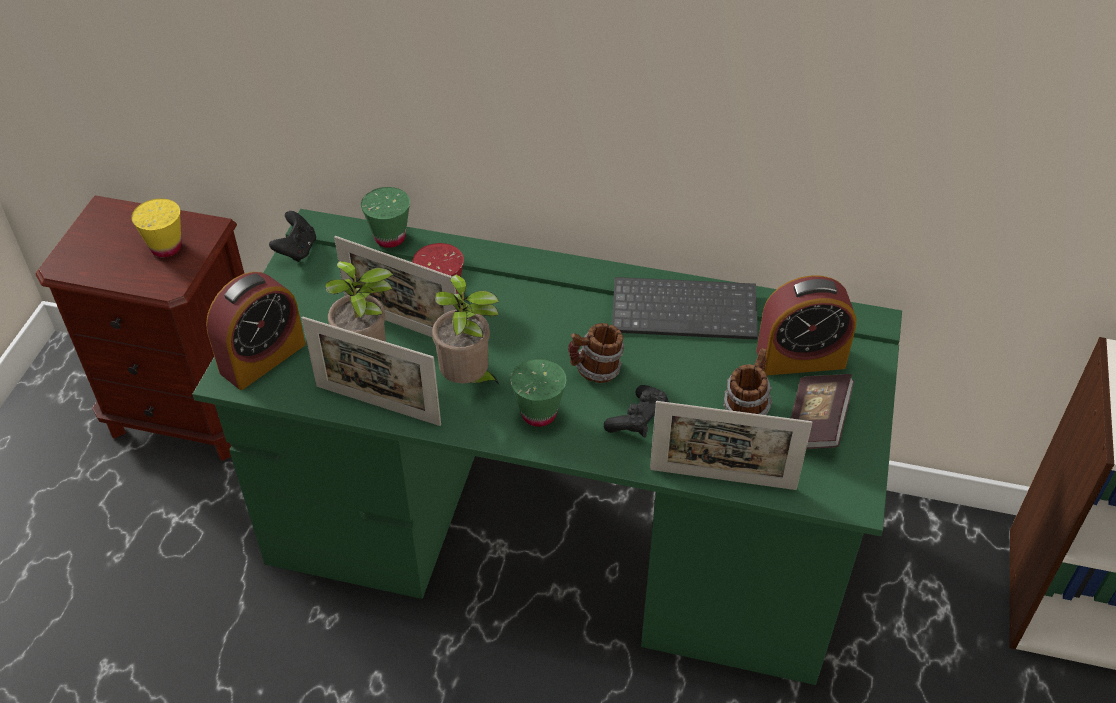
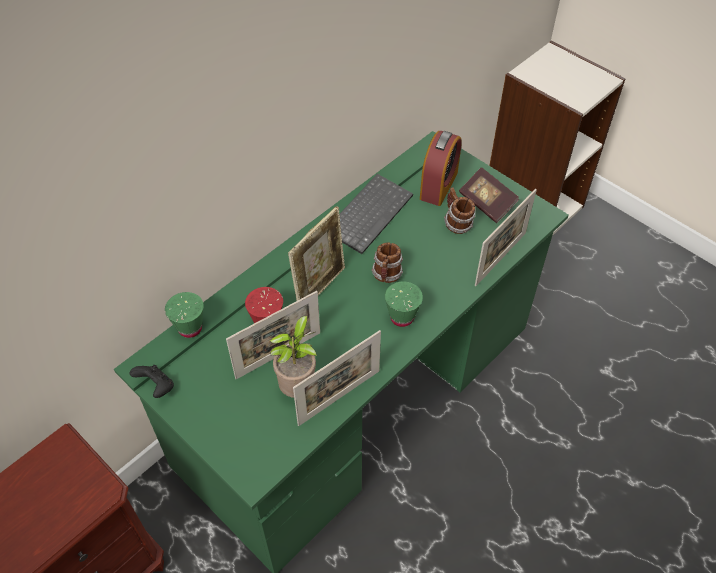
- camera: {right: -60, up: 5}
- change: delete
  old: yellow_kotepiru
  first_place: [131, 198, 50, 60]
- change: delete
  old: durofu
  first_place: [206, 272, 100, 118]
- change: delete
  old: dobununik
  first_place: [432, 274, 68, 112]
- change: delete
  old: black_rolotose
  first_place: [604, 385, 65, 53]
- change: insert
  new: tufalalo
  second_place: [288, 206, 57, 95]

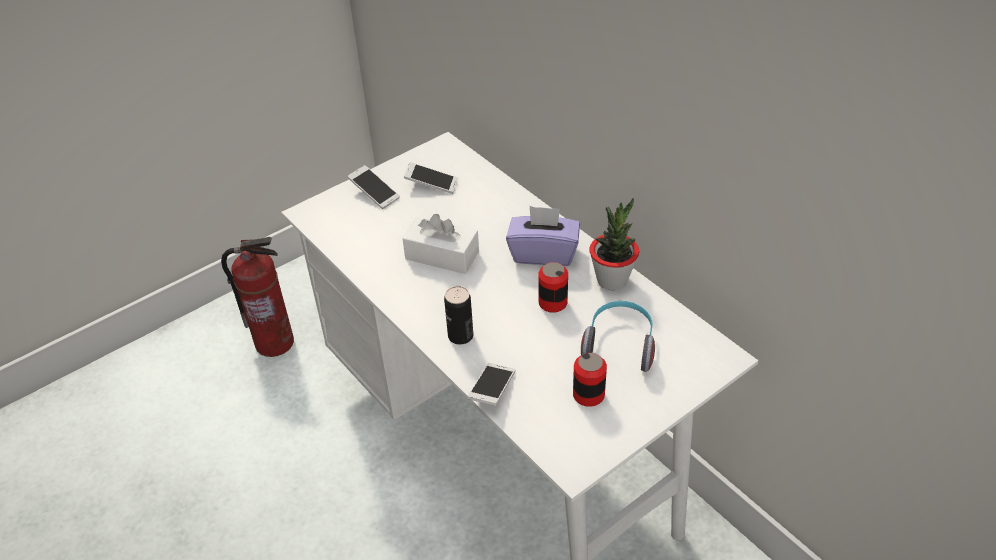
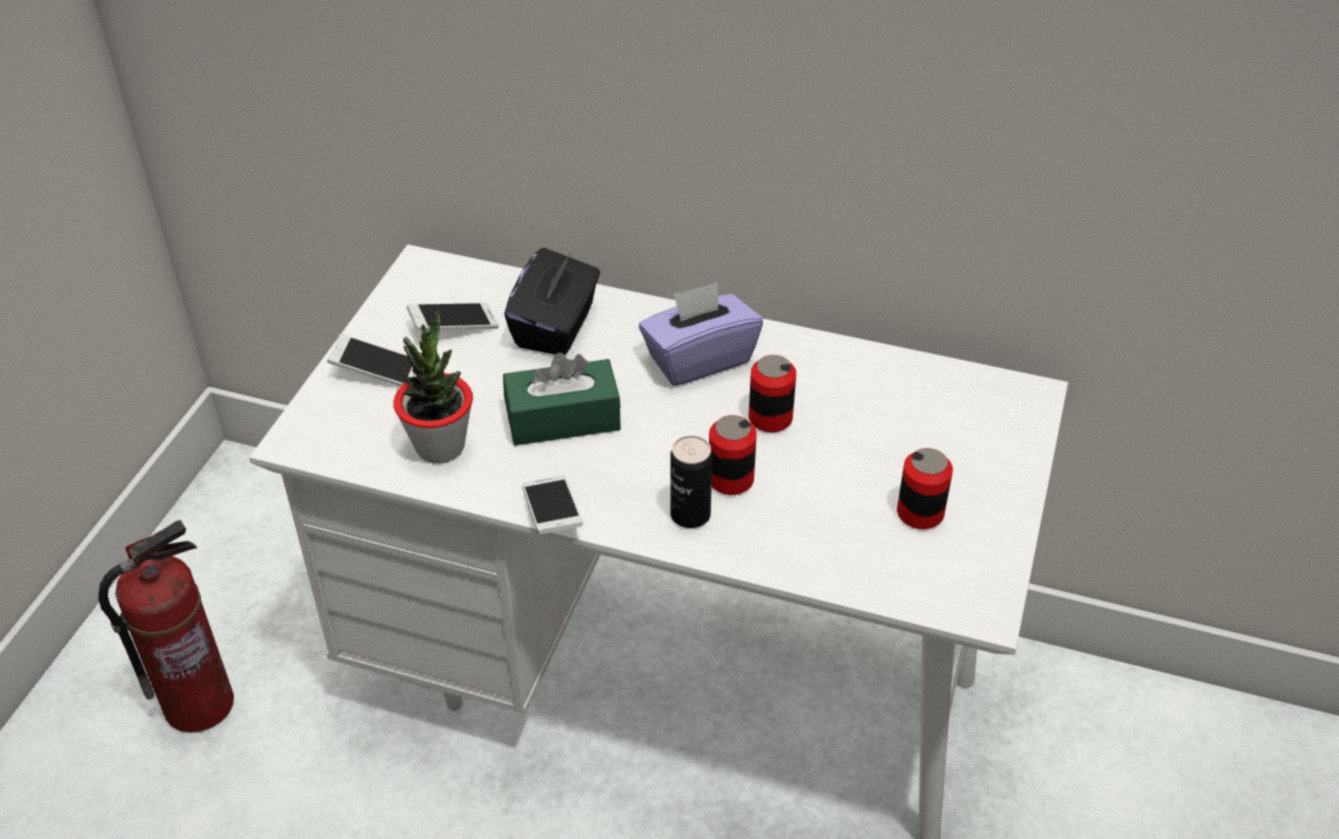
- camera: {right: -35, up: 0}
- change: move
  old: dobununik
  first_place: [589, 198, 50, 92]
  second_place: [393, 311, 80, 153]
- change: recolor
  old: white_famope
  new: green_famope
  first_place: [403, 214, 76, 60]
  second_place: [503, 353, 118, 93]
- change: delete
  old: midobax
  first_place: [581, 301, 74, 71]
- change: move
  old: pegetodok
  first_place: [468, 363, 47, 43]
  second_place: [522, 475, 61, 59]
- change: insert
  new: black_famope
  second_place: [504, 248, 96, 107]
- change: insert
  new: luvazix
  second_place: [709, 415, 48, 80]

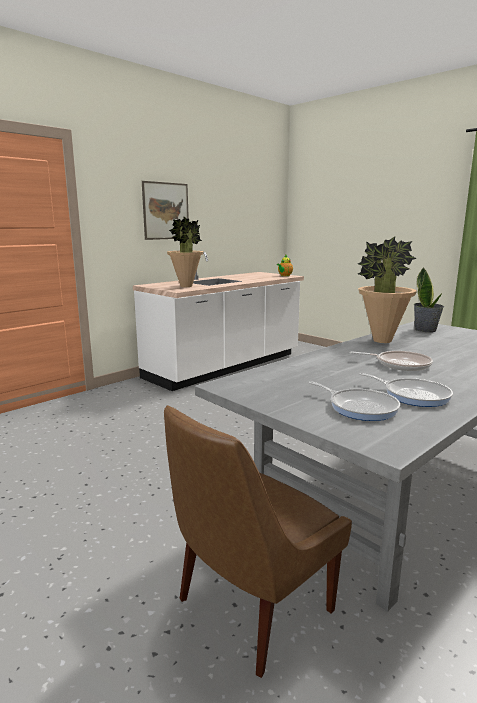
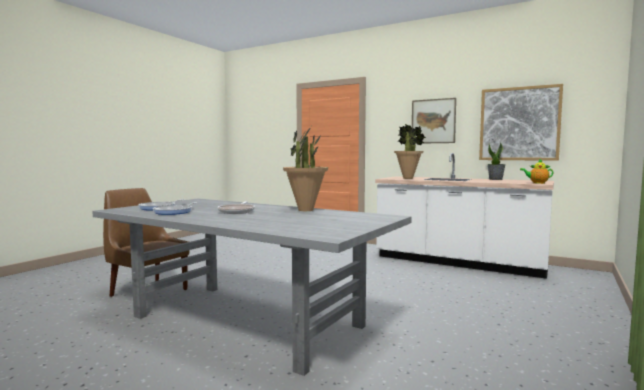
- camera: {right: 75, up: -10}
- change: move
  old: dobununik
  first_place: [414, 267, 30, 65]
  second_place: [487, 143, 19, 37]
- change: insert
  new: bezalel
  second_place: [479, 84, 84, 77]

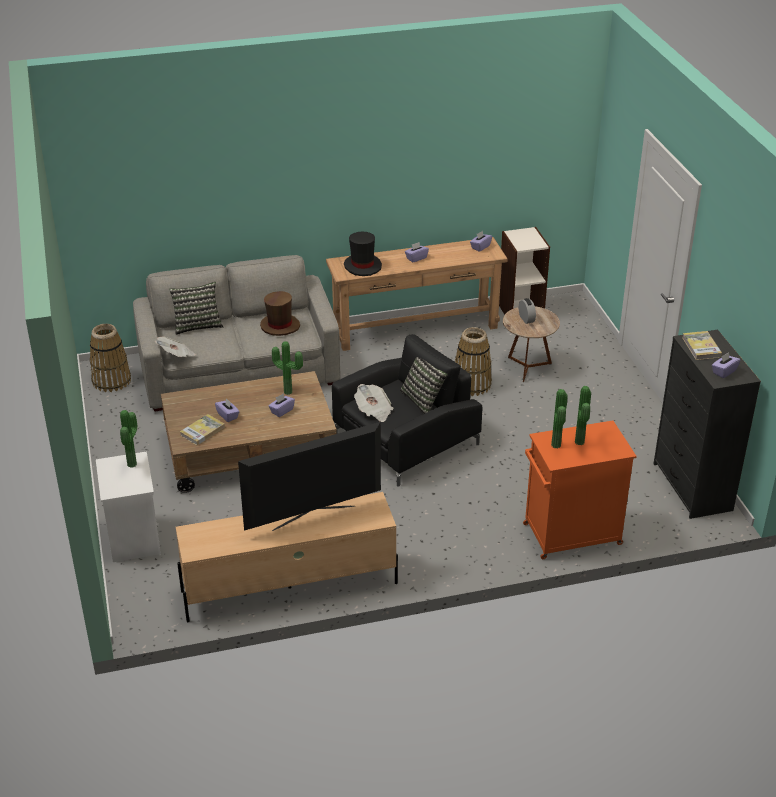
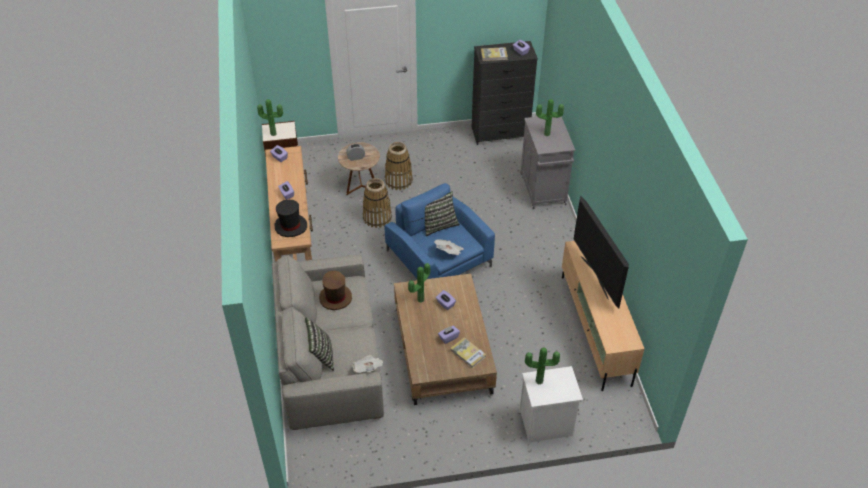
- camera: {right: -85, up: 10}
- change: move
  old: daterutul
  first_place: [90, 324, 41, 68]
  second_place: [385, 142, 28, 48]
- change: recolor
  old: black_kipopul
  new: blue_kipopul
  first_place: [332, 334, 151, 153]
  second_place: [384, 183, 111, 96]
- change: move
  old: dobununik
  first_place: [551, 389, 16, 60]
  second_place: [257, 99, 26, 37]
- change: recolor
  old: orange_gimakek
  new: grey_gimakek
  first_place: [523, 420, 114, 139]
  second_place: [520, 116, 55, 93]

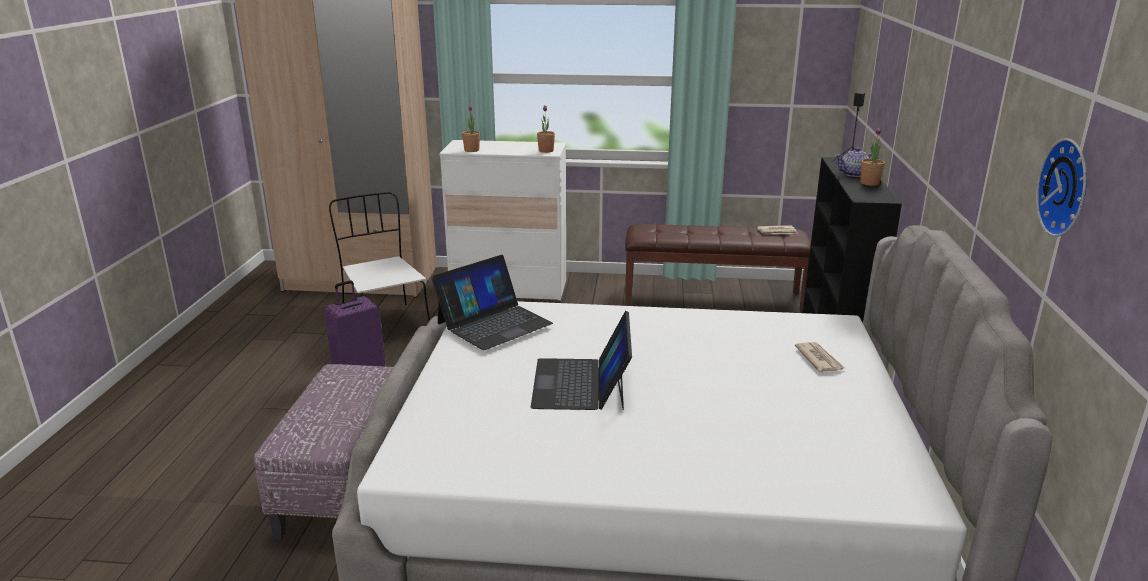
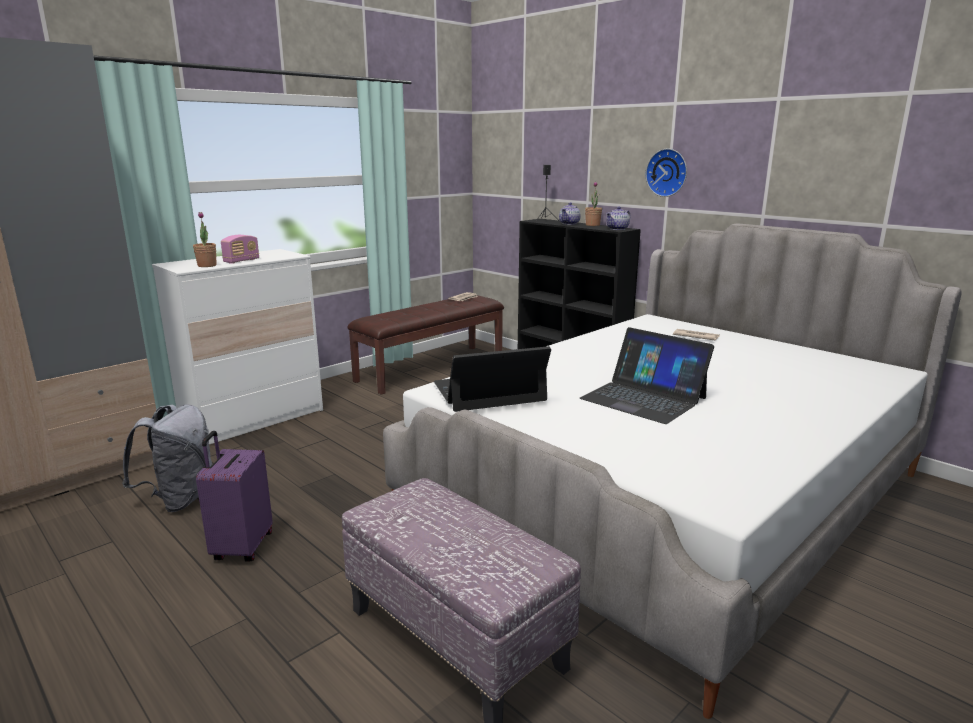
- camera: {right: -50, up: -5}
- change: delete
  old: dobununik
  first_place: [537, 105, 18, 48]
- change: move
  old: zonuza
  first_place: [1036, 139, 51, 98]
  second_place: [645, 149, 42, 48]
- change: replace
  old: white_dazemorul
  new: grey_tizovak
  first_place: [329, 192, 101, 129]
  second_place: [122, 404, 90, 108]
- change: rotate
  old: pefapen
  first_place: [431, 255, 122, 95]
  second_place: [434, 346, 117, 66]
  degrees: -105
- change: insert
  new: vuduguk
  second_place: [606, 207, 25, 23]
- change: insert
  new: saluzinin
  second_place: [221, 235, 38, 29]

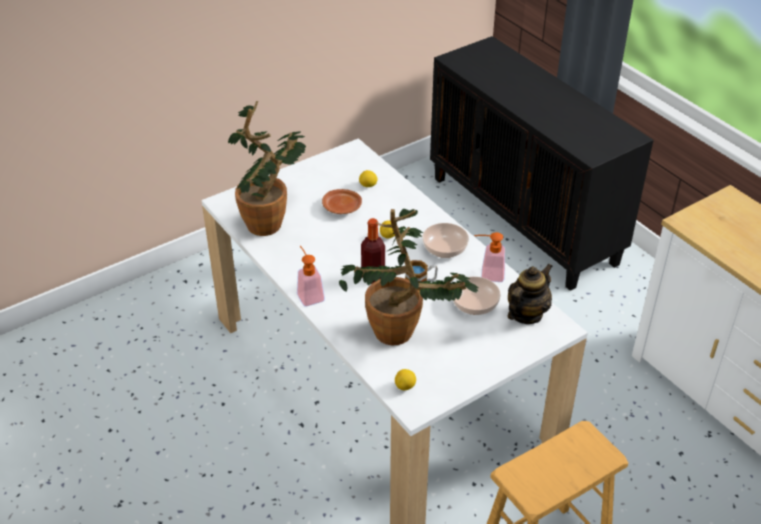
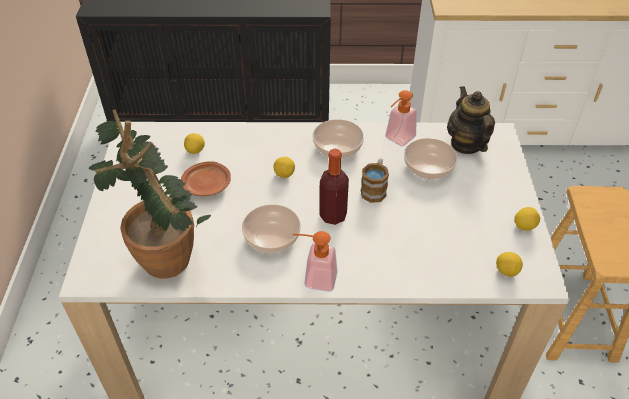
- camera: {right: -55, up: 5}
- change: delete
  old: dobununik
  first_place: [339, 209, 139, 136]
- change: insert
  new: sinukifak
  second_place: [242, 204, 59, 49]
- change: insert
  new: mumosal
  second_place: [514, 207, 26, 24]

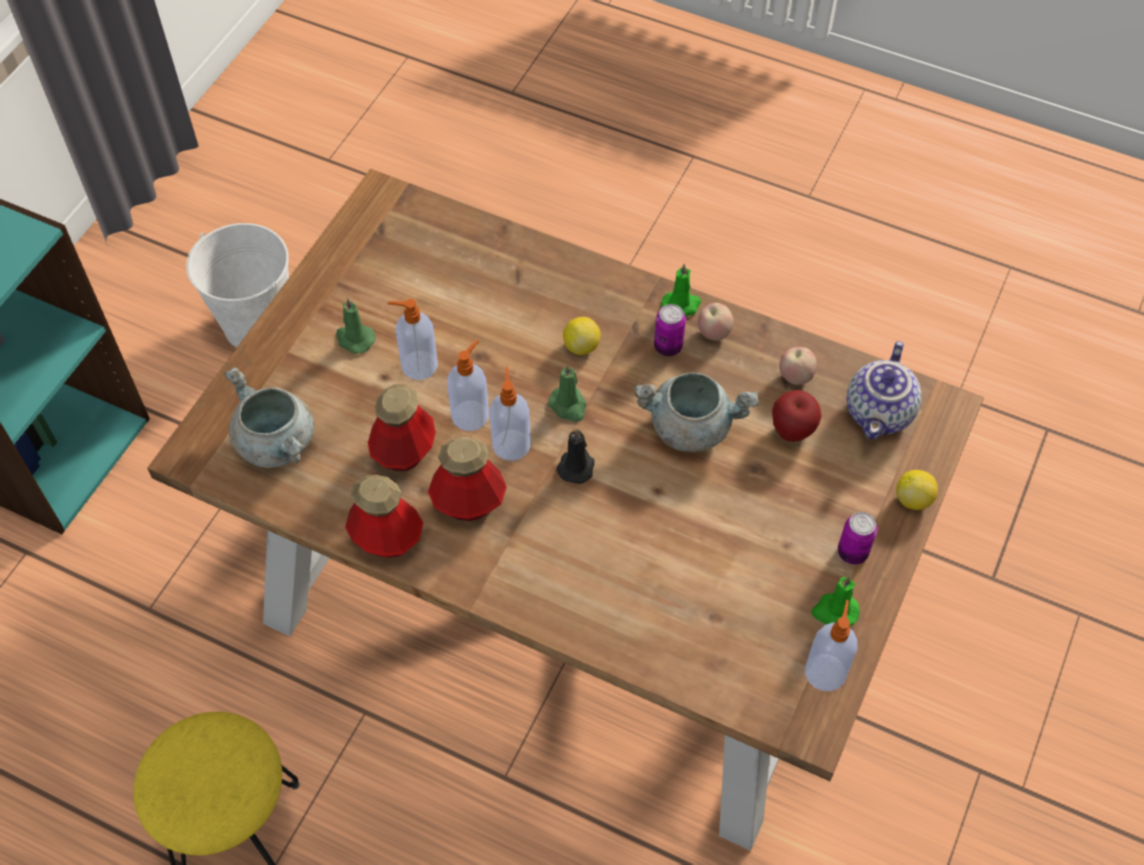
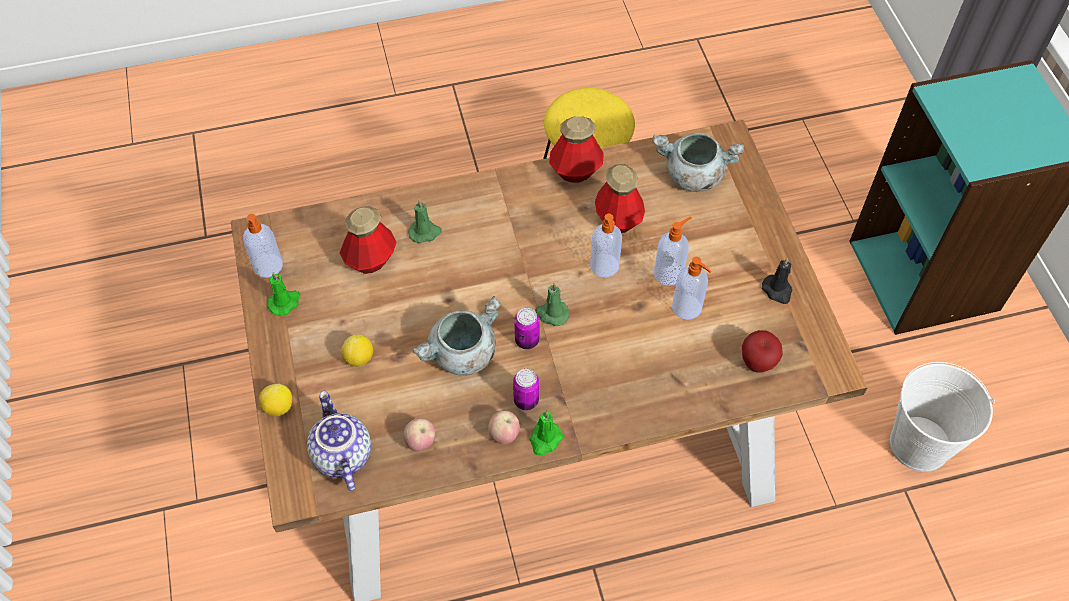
- camera: {right: 140, up: 0}
- change: move
  old: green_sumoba
  first_place: [336, 298, 39, 56]
  second_place: [408, 199, 34, 44]
- change: move
  old: mumosal
  first_place: [563, 317, 38, 38]
  second_place: [341, 335, 32, 32]
- change: move
  old: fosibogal
  first_place: [490, 366, 41, 95]
  second_place: [672, 257, 40, 63]
- change: move
  old: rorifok
  first_place: [772, 390, 50, 52]
  second_place: [742, 330, 41, 43]
- change: move
  old: black_sumoba
  first_place: [557, 428, 38, 56]
  second_place: [762, 258, 30, 46]
- change: move
  old: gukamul
  first_place: [428, 437, 79, 84]
  second_place: [340, 206, 57, 68]
- change: move
  old: luvazix
  first_place: [838, 512, 39, 53]
  second_place: [514, 308, 25, 41]

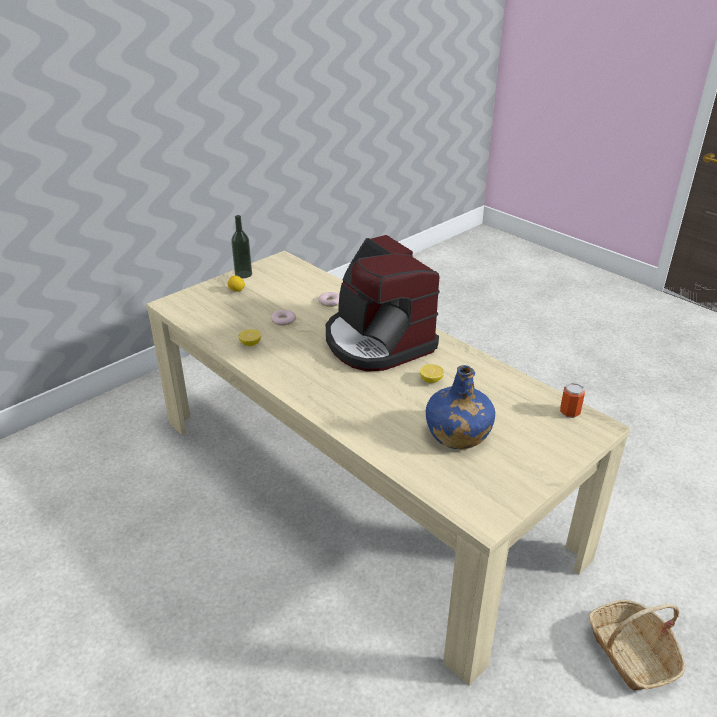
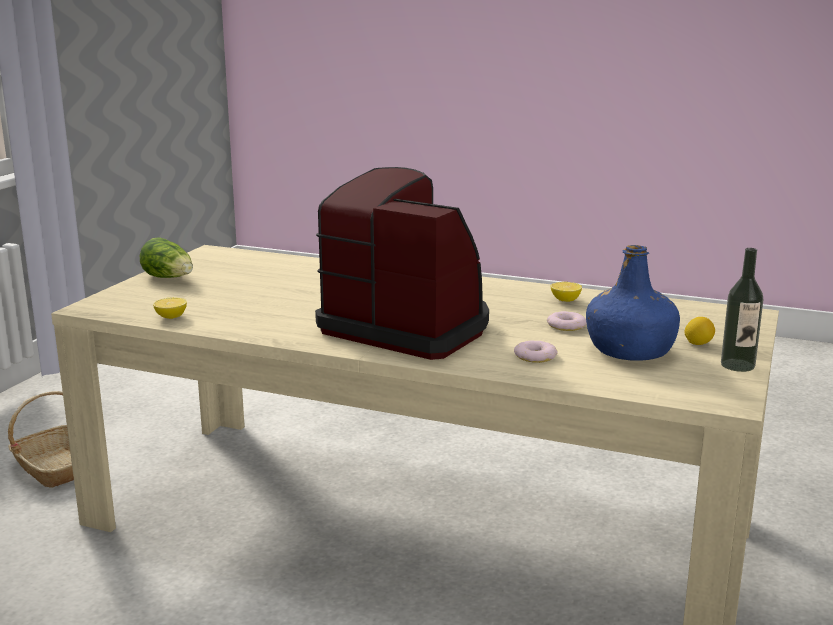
- camera: {right: 155, up: -15}
- change: move
  old: mumosal
  first_place: [420, 364, 24, 19]
  second_place: [153, 298, 34, 21]
- change: move
  old: blue_gukamul
  first_place: [426, 365, 69, 84]
  second_place: [586, 245, 94, 116]
- change: delete
  old: luvazix
  first_place: [560, 382, 25, 36]
- change: insert
  new: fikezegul
  second_place: [140, 237, 53, 41]

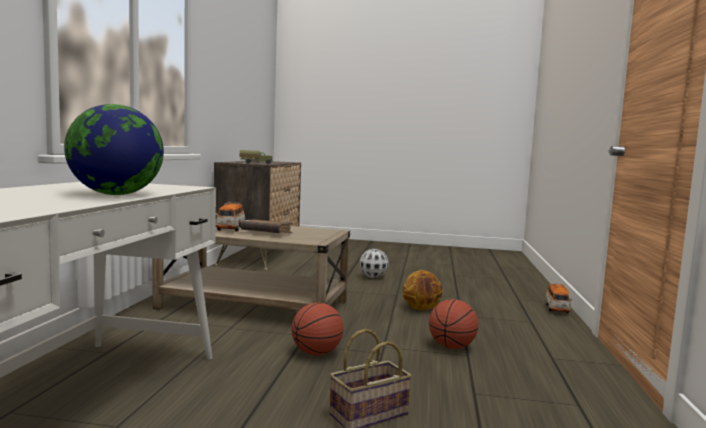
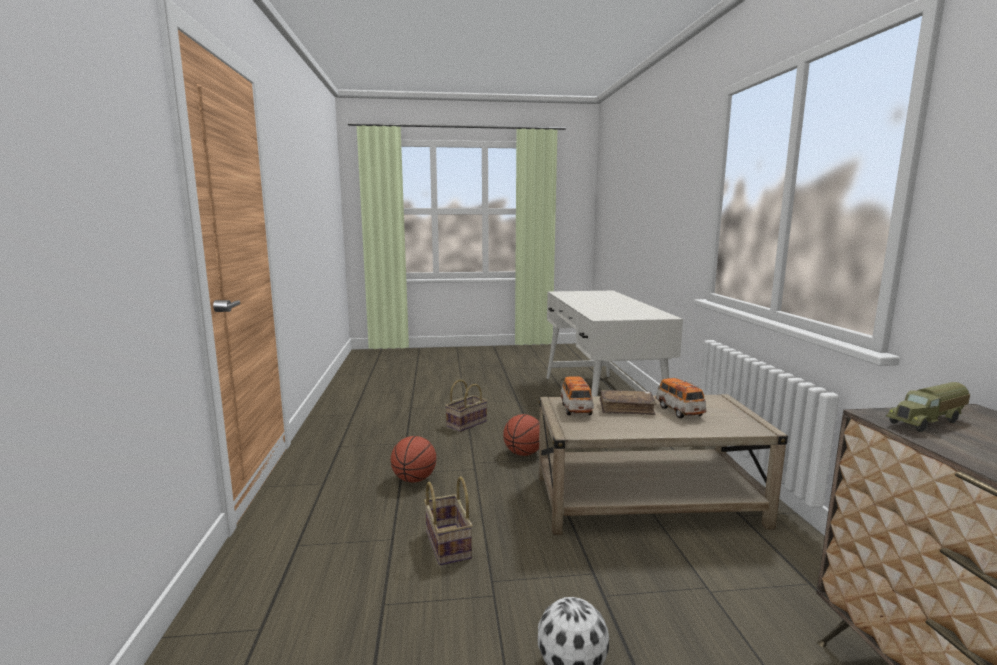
- camera: {right: 165, up: 5}
- change: delete
  old: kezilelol
  first_place: [64, 104, 100, 91]
- change: replace
  old: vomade
  new: daterutul
  first_place: [402, 270, 41, 40]
  second_place: [424, 476, 49, 90]
- change: move
  old: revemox
  first_place: [545, 283, 27, 30]
  second_place: [560, 376, 34, 39]

